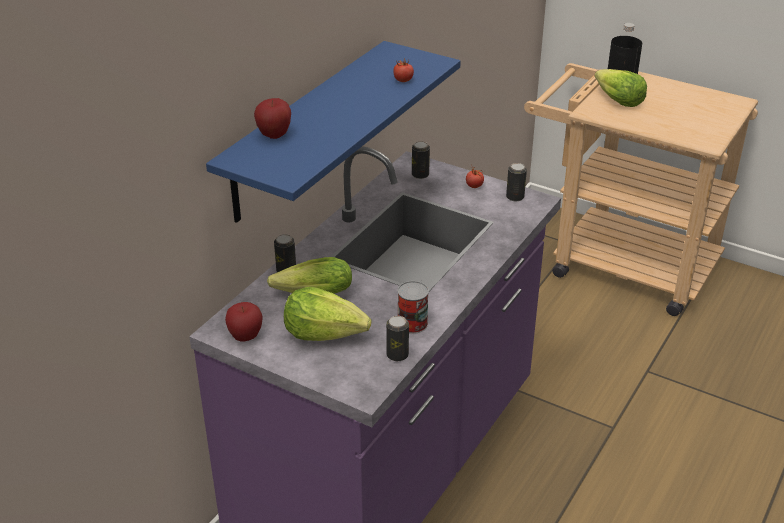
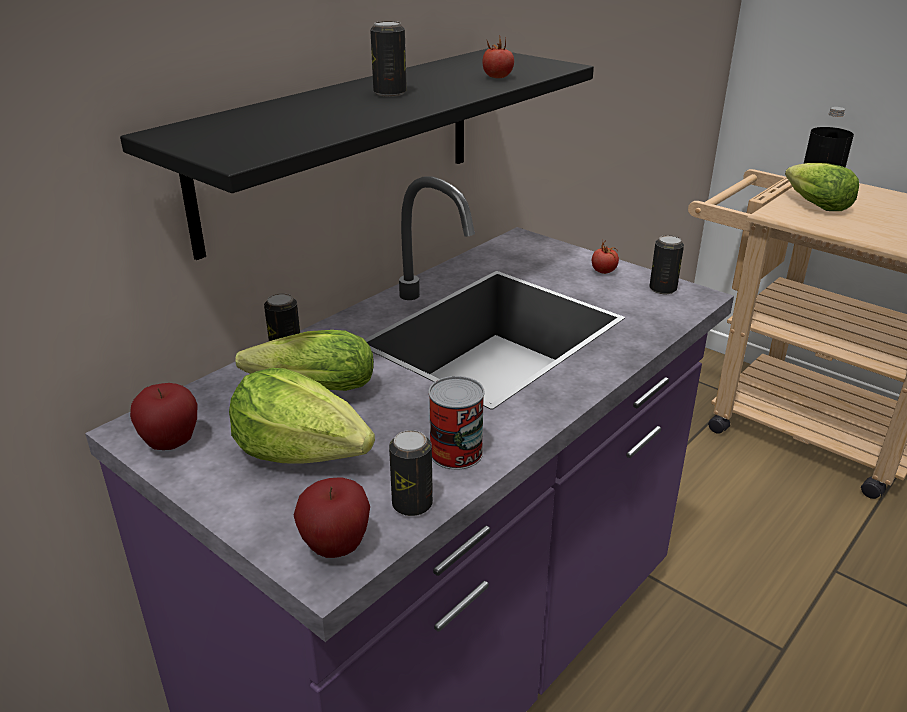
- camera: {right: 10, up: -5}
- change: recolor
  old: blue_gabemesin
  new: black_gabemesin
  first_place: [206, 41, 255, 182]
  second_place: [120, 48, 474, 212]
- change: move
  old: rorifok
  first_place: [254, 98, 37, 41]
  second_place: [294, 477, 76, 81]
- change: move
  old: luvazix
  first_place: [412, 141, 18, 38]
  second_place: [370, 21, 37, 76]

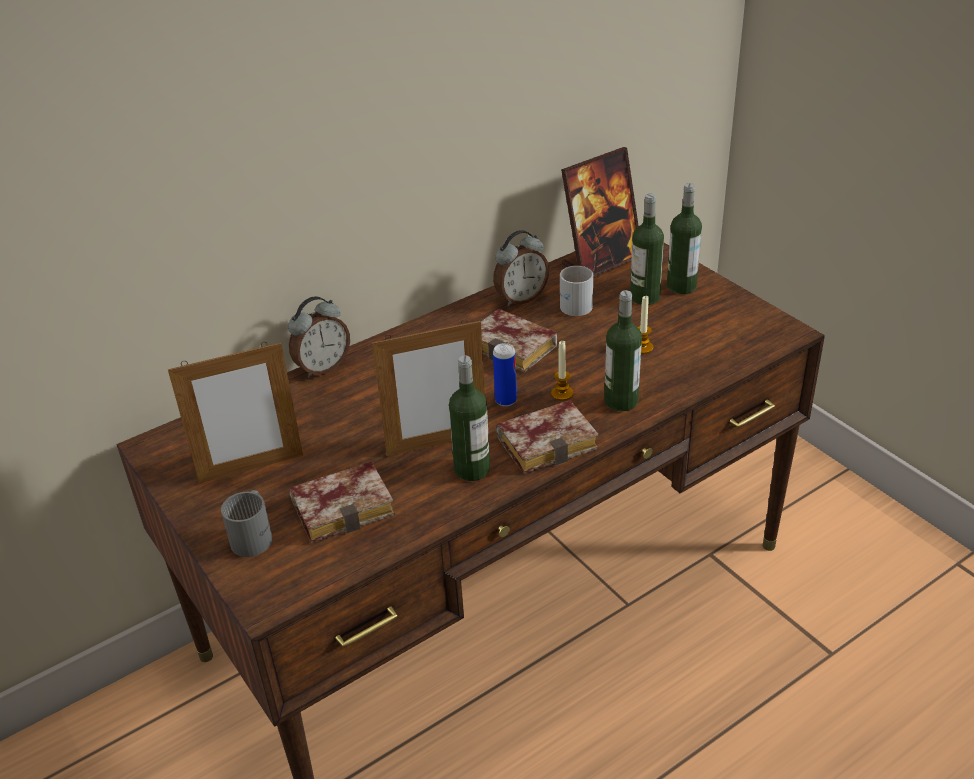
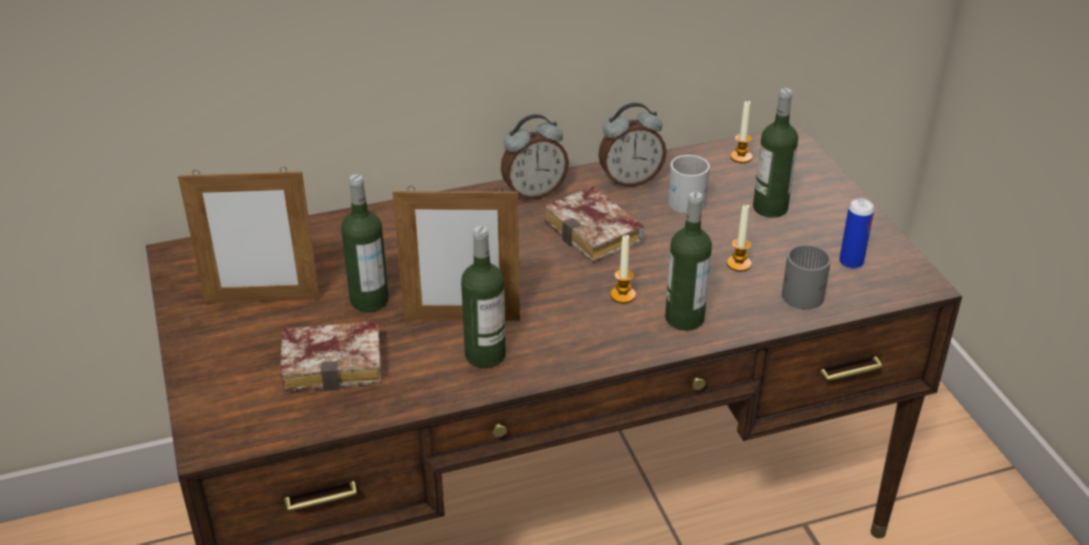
- camera: {right: 15, up: 0}
- change: replace
  old: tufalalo
  new: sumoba
  first_place: [561, 147, 78, 130]
  second_place: [730, 100, 22, 63]
- change: move
  old: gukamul
  first_place: [667, 183, 35, 111]
  second_place: [341, 174, 48, 138]
- change: move
  old: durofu
  first_place: [288, 296, 62, 82]
  second_place: [501, 114, 68, 86]
- change: move
  old: luvazix
  first_place: [493, 343, 24, 63]
  second_place: [839, 198, 35, 71]
- change: delete
  old: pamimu
  first_place: [496, 400, 103, 74]
- change: move
  old: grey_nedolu
  first_place: [221, 490, 51, 67]
  second_place: [782, 244, 49, 66]

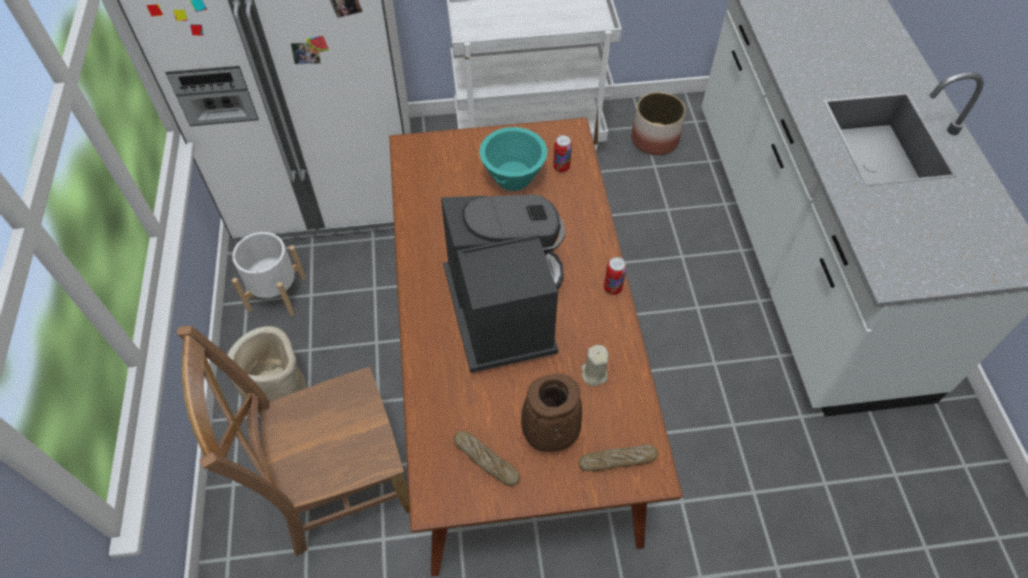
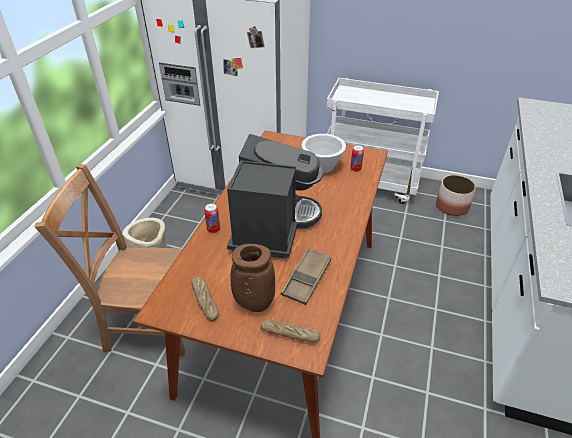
- camera: {right: 25, up: -15}
- change: recolor
  old: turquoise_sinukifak
  new: white_sinukifak
  first_place: [479, 127, 68, 64]
  second_place: [301, 134, 45, 39]
- change: delete
  old: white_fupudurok
  first_place: [232, 232, 74, 84]
- change: move
  old: luvazix
  first_place: [604, 257, 23, 38]
  second_place: [204, 203, 16, 30]
- change: replace
  old: beige_sumoba
  new: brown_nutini
  first_place: [581, 345, 28, 41]
  second_place: [281, 248, 51, 57]

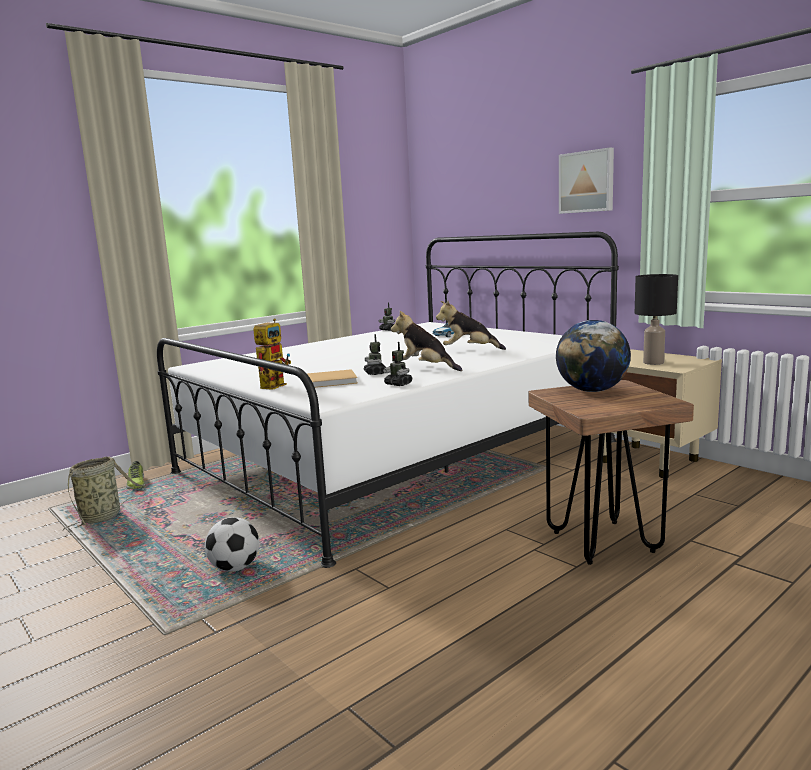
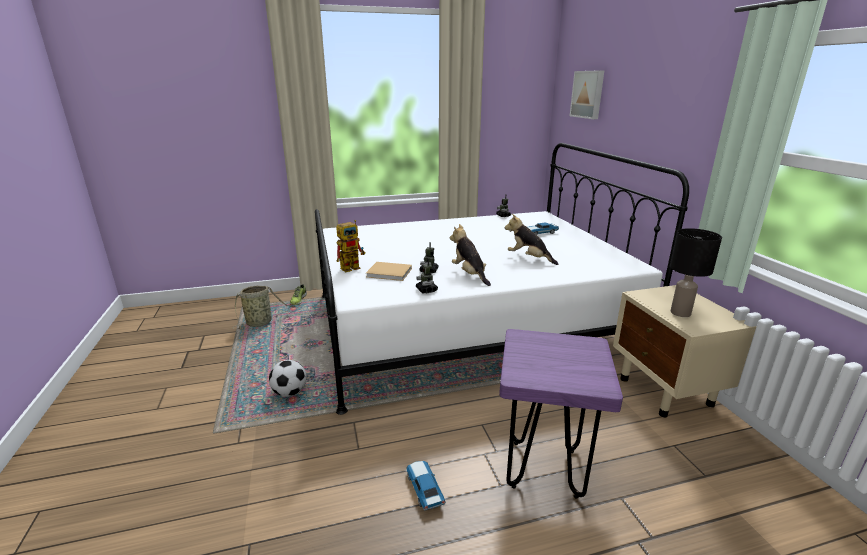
- camera: {right: 25, up: 10}
- change: move
  old: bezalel
  first_place: [559, 148, 55, 66]
  second_place: [570, 70, 34, 49]
- change: delete
  old: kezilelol
  first_place: [556, 320, 75, 72]
- change: recolor
  old: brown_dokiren
  new: purple_dokiren
  first_place: [529, 380, 165, 185]
  second_place: [499, 329, 124, 170]
- change: insert
  new: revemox
  second_place: [406, 461, 40, 49]

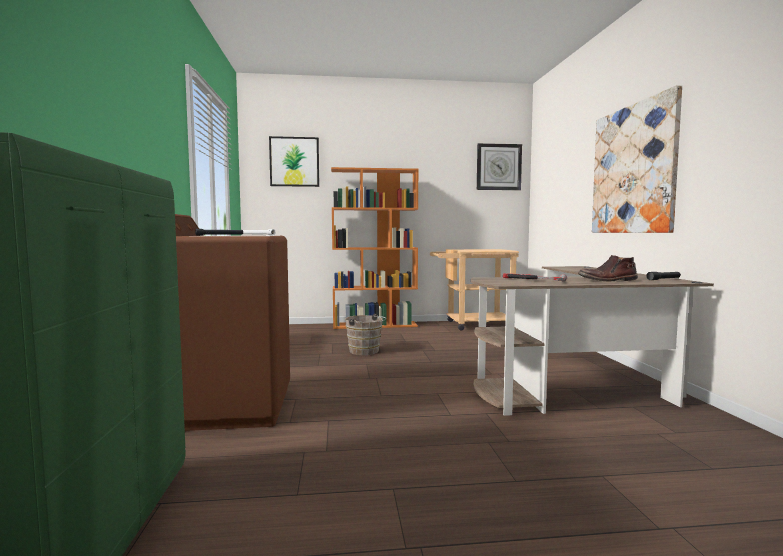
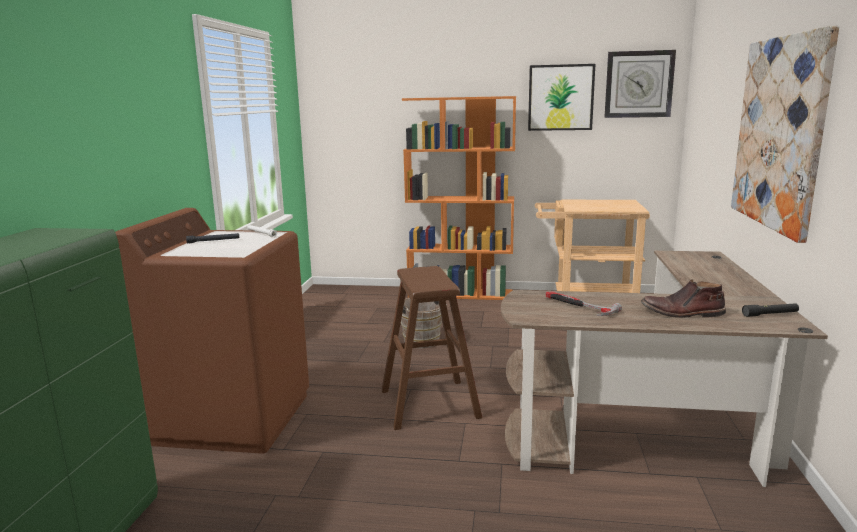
- camera: {right: 15, up: 10}
- change: move
  old: bezalel
  first_place: [269, 136, 50, 51]
  second_place: [528, 64, 67, 67]
- change: insert
  new: brown_dokiren
  second_place: [382, 266, 100, 164]

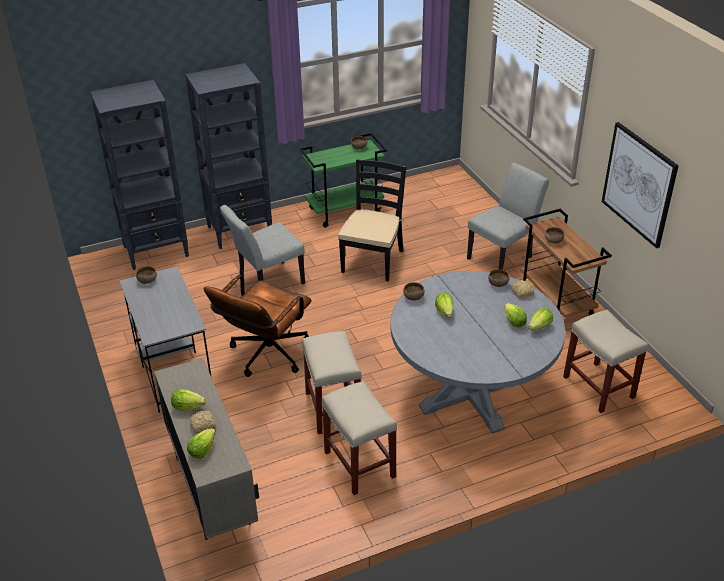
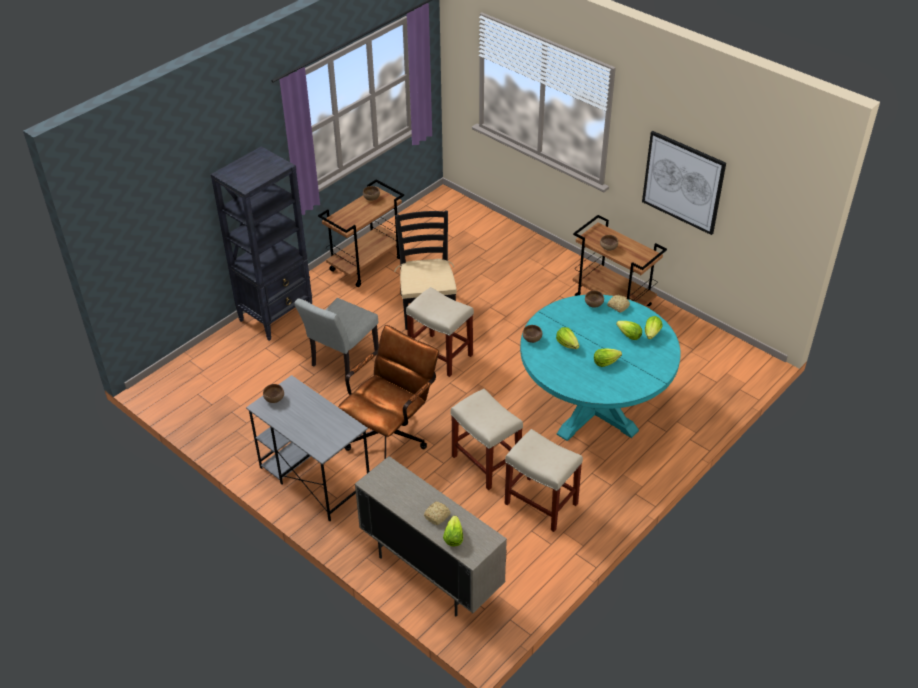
- camera: {right: -25, up: 5}
- change: delete
  old: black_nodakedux
  first_place: [90, 80, 99, 190]
- change: recolor
  old: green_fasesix
  new: brown_fasesix
  first_place: [300, 133, 87, 94]
  second_place: [318, 179, 86, 108]
- change: delete
  old: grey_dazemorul
  first_place: [467, 162, 82, 108]
- change: recolor
  old: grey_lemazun
  new: turquoise_lemazun
  first_place: [391, 271, 174, 163]
  second_place: [520, 295, 161, 146]
- change: rotate
  old: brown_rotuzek
  first_place: [203, 275, 109, 102]
  second_place: [338, 325, 101, 134]
  degrees: -150
- change: move
  old: beige_dokiren
  first_place: [563, 310, 85, 103]
  second_place: [406, 287, 68, 90]
- change: move
  old: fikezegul
  first_place: [171, 389, 35, 22]
  second_place: [594, 348, 28, 19]

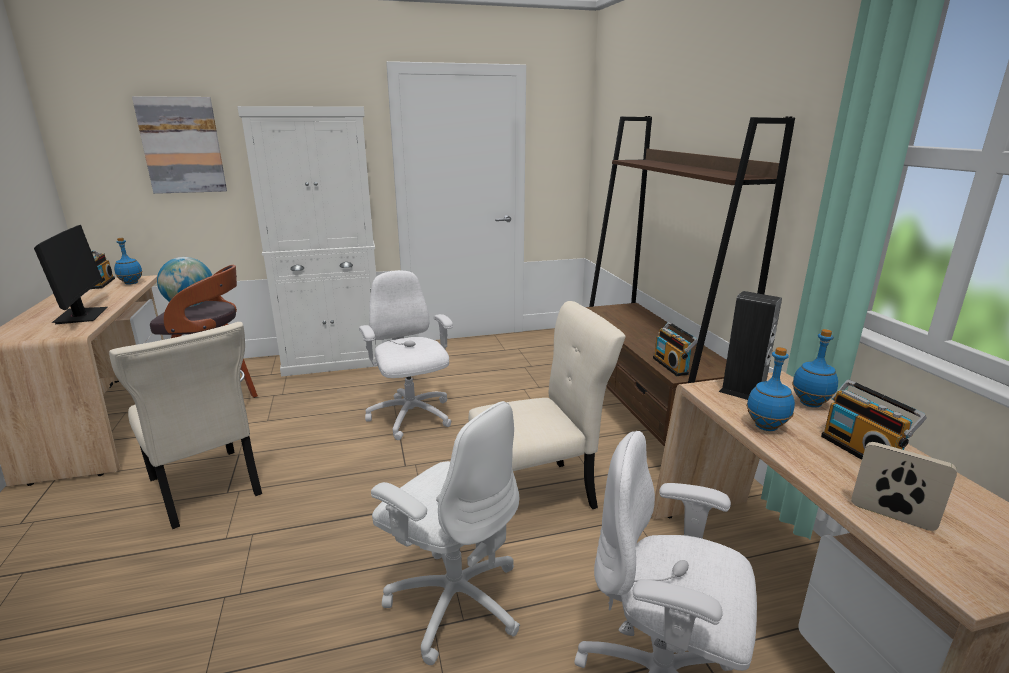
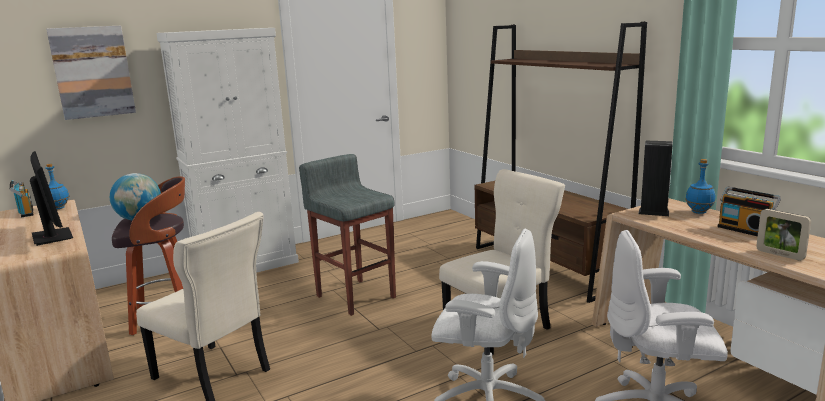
- camera: {right: -15, up: -5}
- change: replace
  old: white_rotuzek
  new: grey_dokiren
  first_place: [359, 271, 94, 169]
  second_place: [299, 154, 97, 162]
- change: delete
  old: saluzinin
  first_place: [653, 322, 45, 54]
- change: delete
  old: blue_gukamul
  first_place: [746, 347, 49, 84]
- change: rotate
  old: tufalalo
  first_place: [851, 442, 106, 89]
  second_place: [756, 209, 55, 52]
  degrees: -150

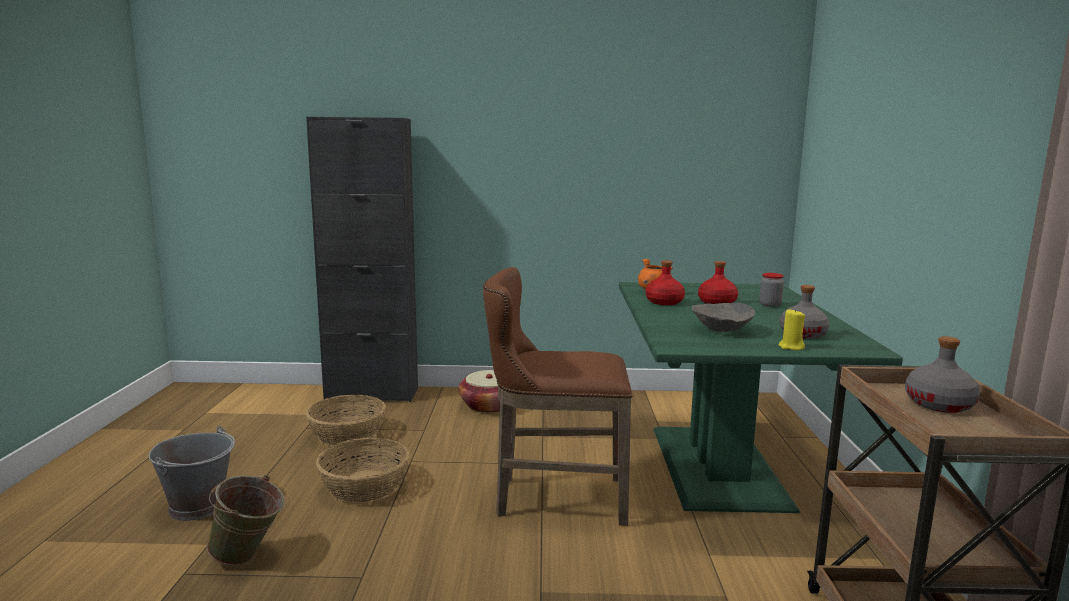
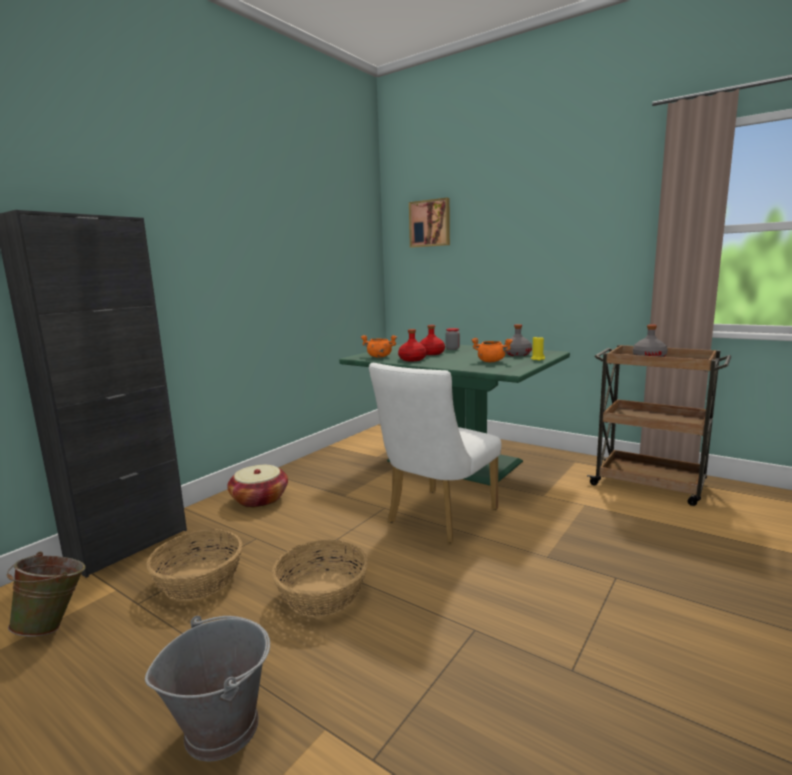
- camera: {right: -55, up: 0}
- change: replace
  old: brown_dokiren
  new: white_dazemorul
  first_place: [483, 267, 150, 259]
  second_place: [369, 363, 133, 180]
- change: replace
  old: grey_sinukifak
  new: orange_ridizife
  first_place: [692, 303, 63, 29]
  second_place: [471, 338, 42, 24]
- change: move
  old: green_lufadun
  first_place: [207, 475, 78, 91]
  second_place: [7, 552, 78, 85]
- change: insert
  new: bezalel
  second_place: [409, 198, 41, 50]

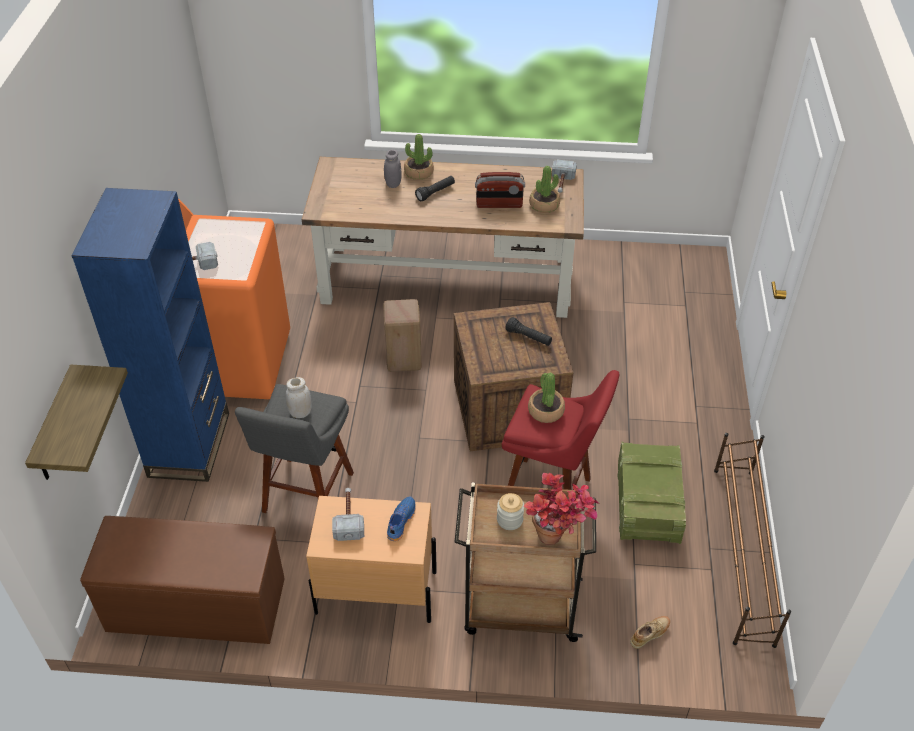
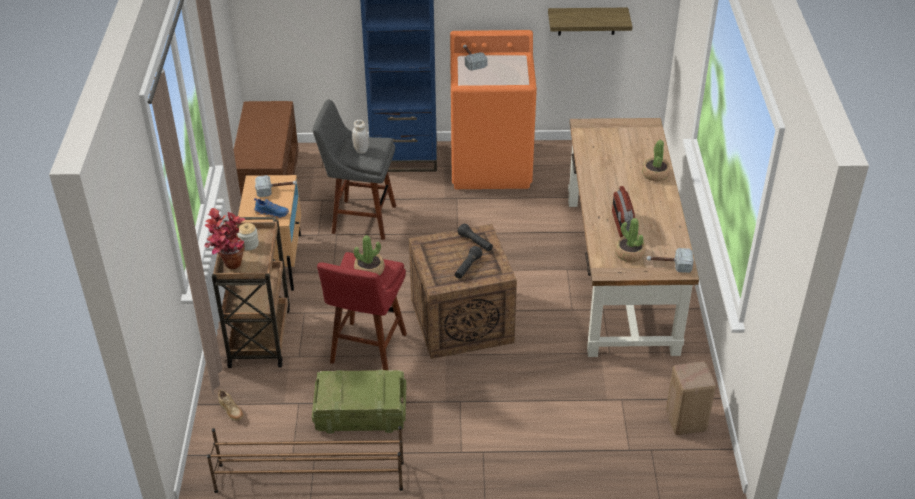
- camera: {right: 85, up: -5}
- change: delete
  old: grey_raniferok
  first_place: [384, 149, 18, 39]
- change: move
  old: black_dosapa
  first_place: [415, 176, 40, 25]
  second_place: [457, 224, 36, 27]
- change: move
  old: beige_dokiren
  first_place: [383, 299, 39, 73]
  second_place: [666, 361, 50, 74]
- change: move
  old: gabemesin
  first_place: [25, 365, 103, 115]
  second_place: [548, 8, 84, 27]

